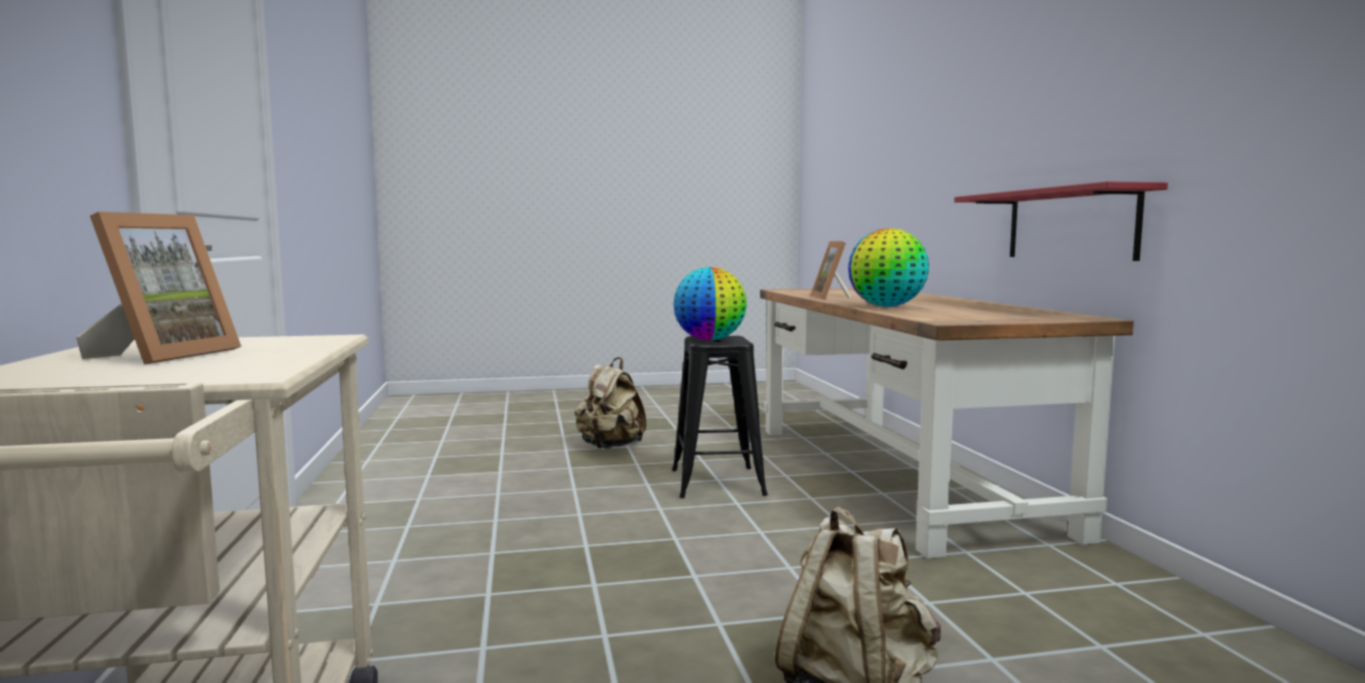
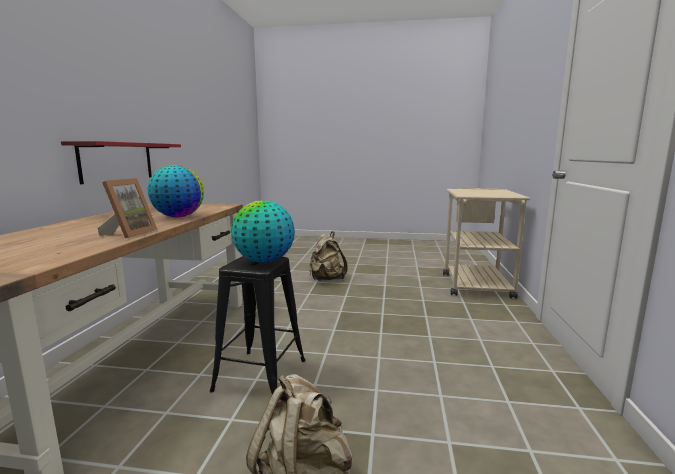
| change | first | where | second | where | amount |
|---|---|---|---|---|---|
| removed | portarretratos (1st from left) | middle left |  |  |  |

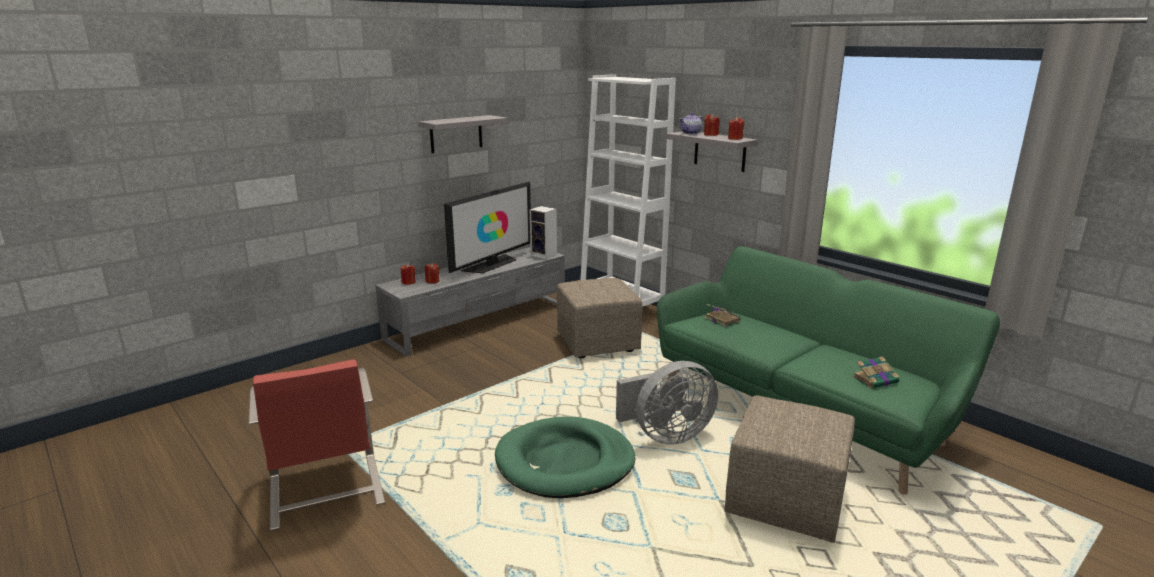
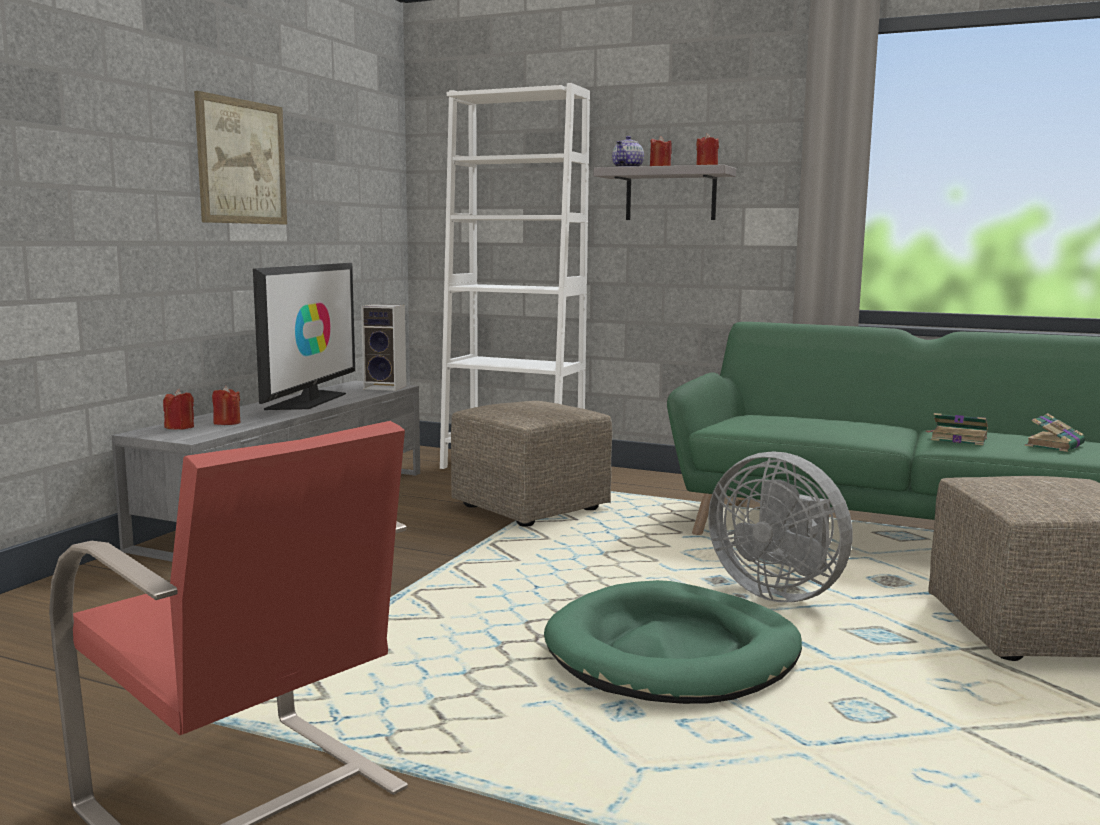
| change | first | where | second | where | amount |
|---|---|---|---|---|---|
| replaced | estante [gris] (1st from left) | top centre | cuadro | top left |  |
| turned | ventilador [gris] | bottom centre |  | middle right | 90 degrees clockwise |
| moved | libro (1st from left) | centre |  | middle right |  |

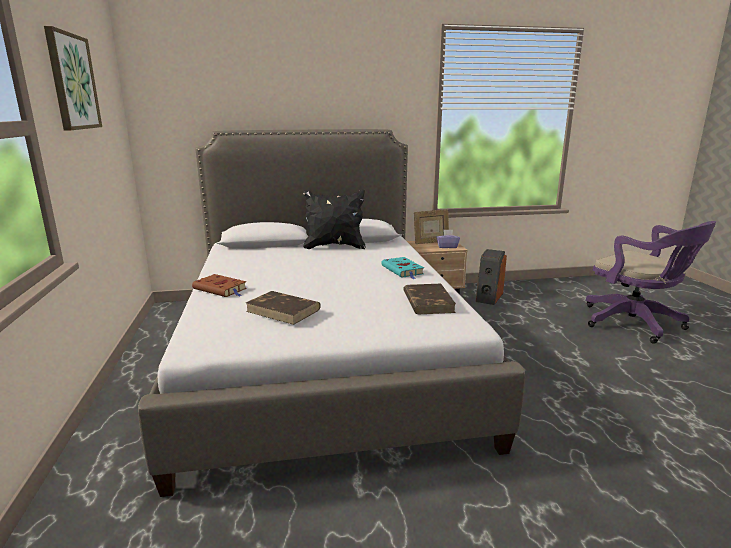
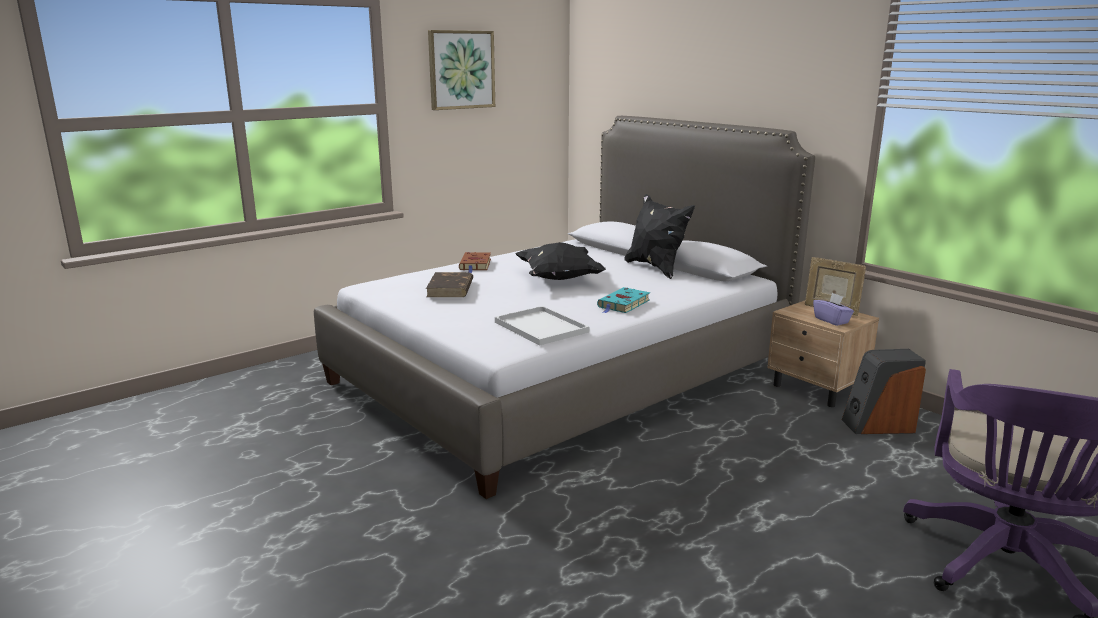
| change | first | where | second | where | amount |
|---|---|---|---|---|---|
| replaced | libro [marrón] (3rd from left) | centre | bandeja [blanco] | centre |  |
| added |  |  | cojín [negro] (1st from left) | centre |  |

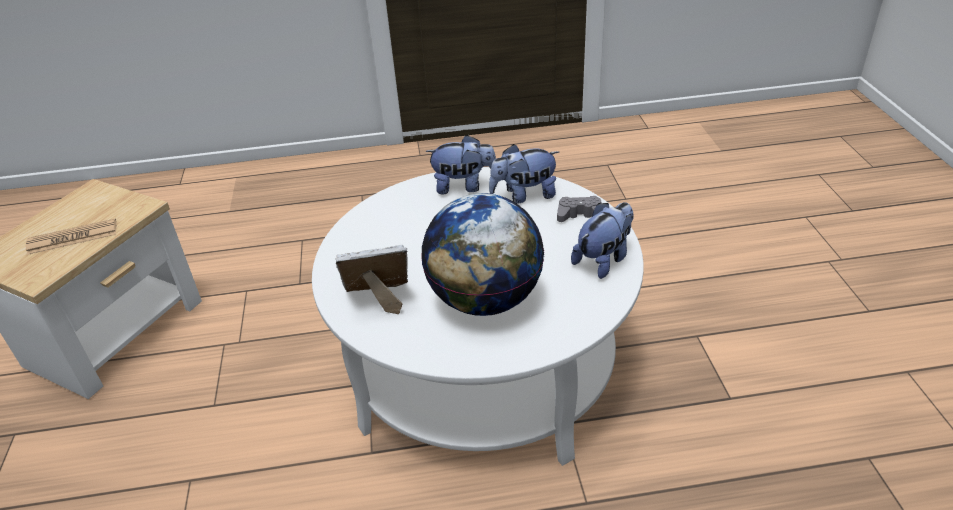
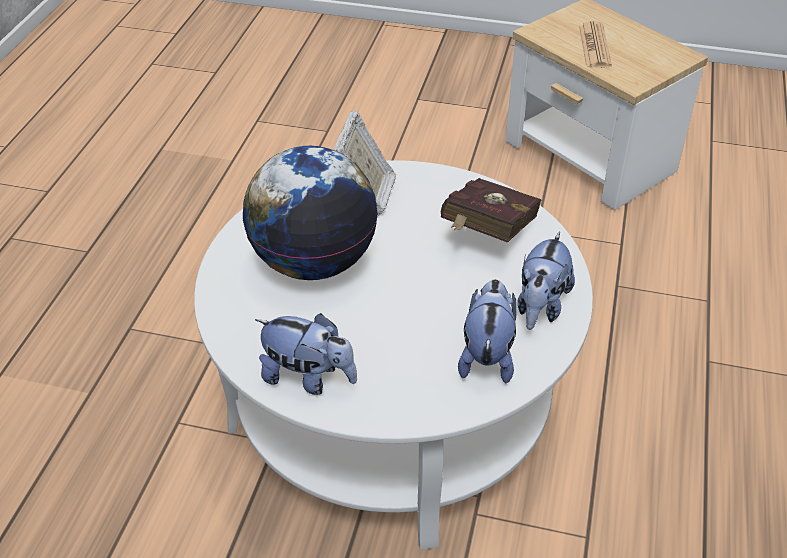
| change | first | where | second | where | amount |
|---|---|---|---|---|---|
| turned | peluche (3rd from left in the first image) | centre | peluche (1st from left) | centre | 45 degrees counterclockwise |
| added |  |  | libro [rojo] | centre |  |
| removed | mando de consola [gris] | centre |  |  |  |

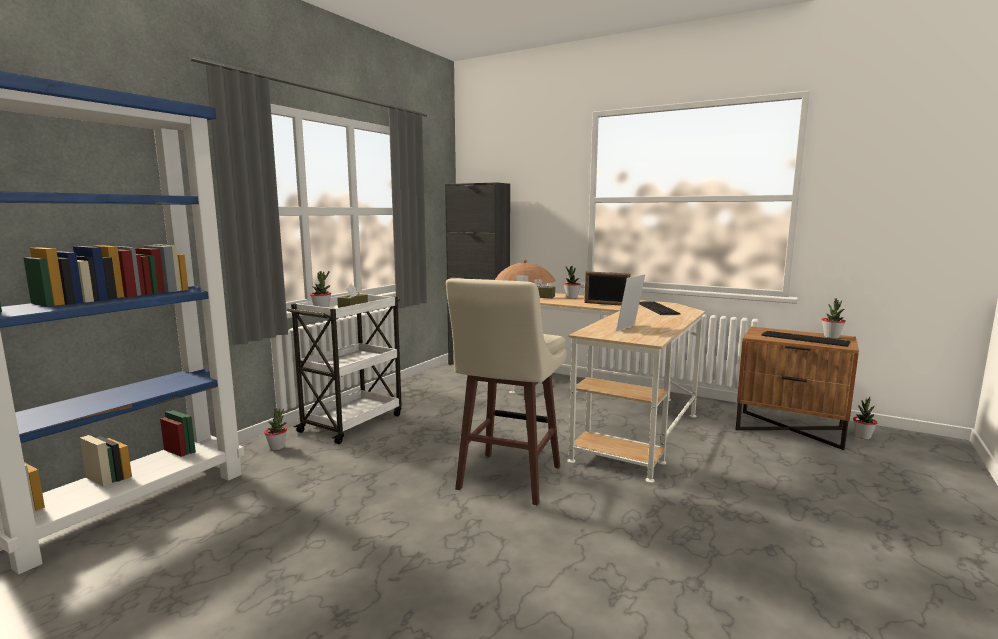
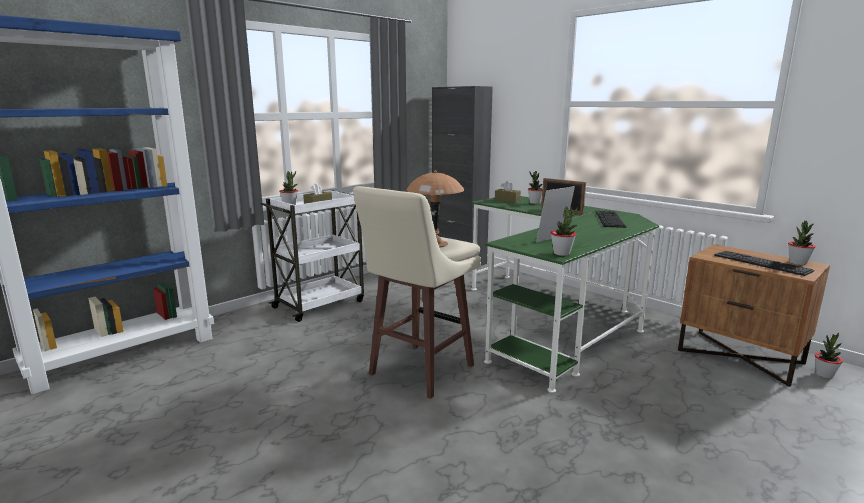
| change | first | where | second | where | amount |
|---|---|---|---|---|---|
| recoloured | escritorio [beis] | centre | escritorio [verde] | centre |  |
| moved | planta en maceta (1st from left in the first image) | bottom left | planta en maceta (3rd from left) | centre |  |

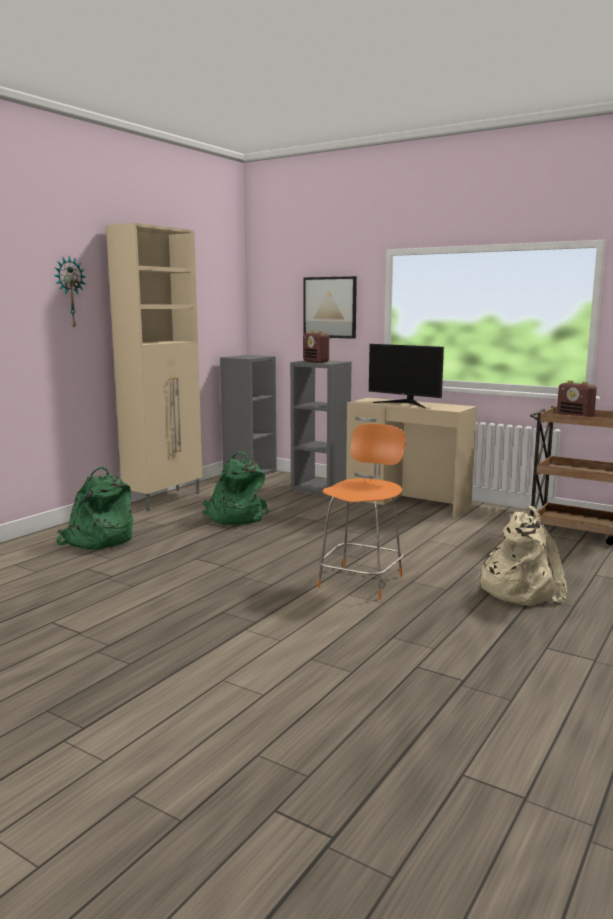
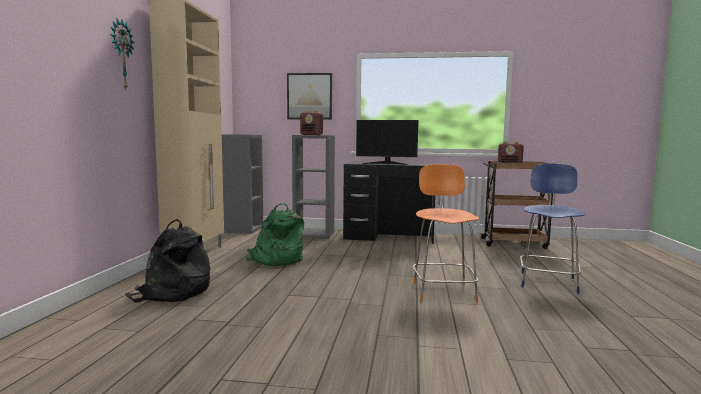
| change | first | where | second | where | amount |
|---|---|---|---|---|---|
| recoloured | mochila [verde] (1st from left) | middle left | mochila [negro] | middle left |  |
| recoloured | escritorio [beis] | middle right | escritorio [negro] | centre |  |
| replaced | mochila [beis] | middle right | silla [azul] | middle right |  |

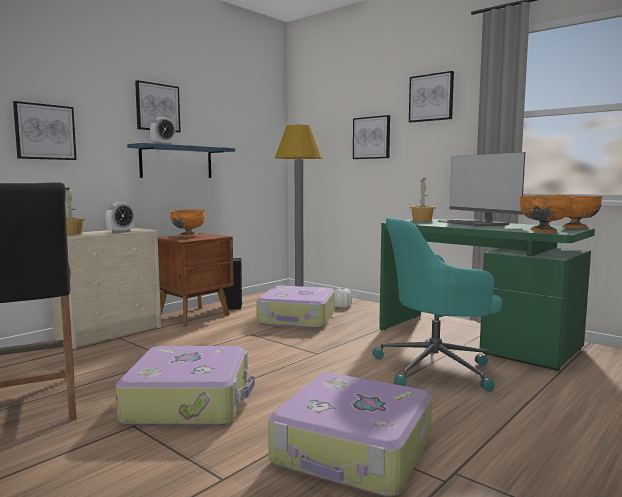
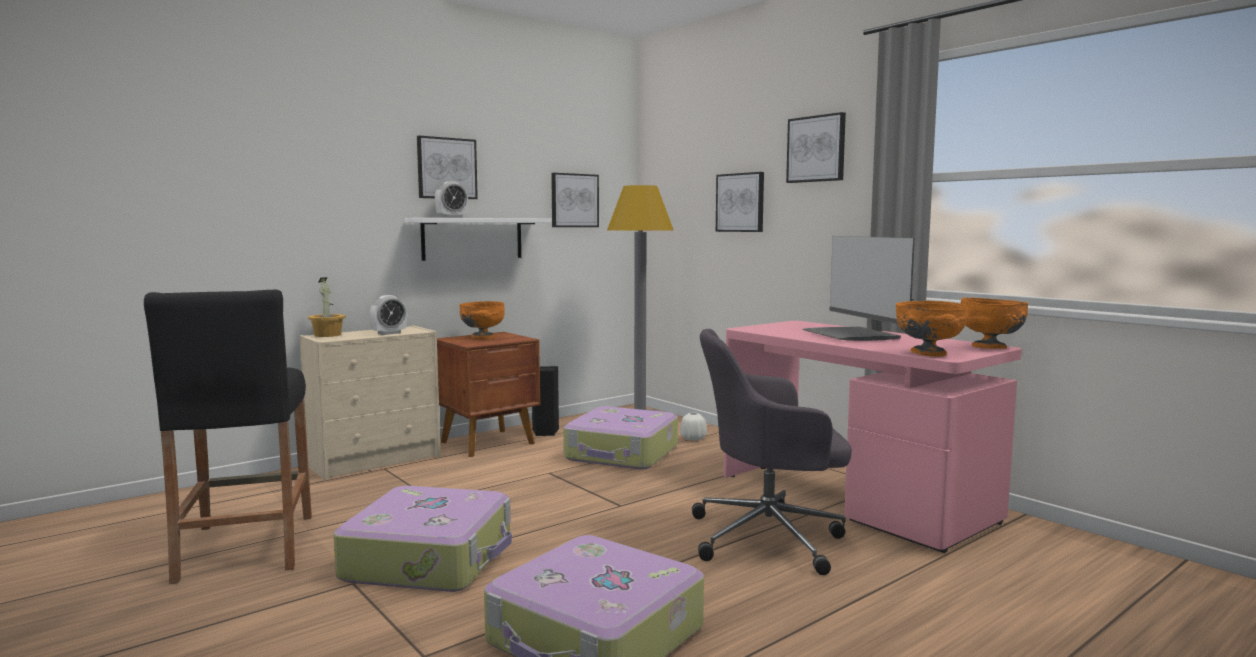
| change | first | where | second | where | amount |
|---|---|---|---|---|---|
| recoloured | estante [azul] | top left | estante [blanco] | centre |  |
| moved | cuadro (1st from left in the first image) | top left | cuadro (2nd from left) | top centre |  |
| recoloured | silla de oficina [turquesa] | middle right | silla de oficina [gris] | bottom centre |  |
| recoloured | escritorio [verde] | middle right | escritorio [rosa] | middle right |  |
| removed | planta en maceta (2nd from left) | middle right |  |  |  |

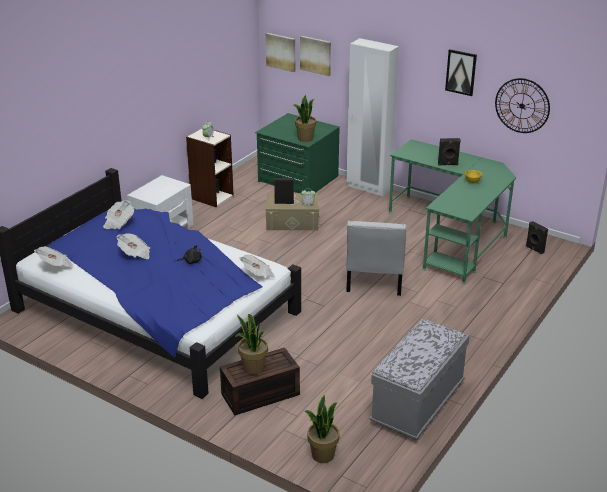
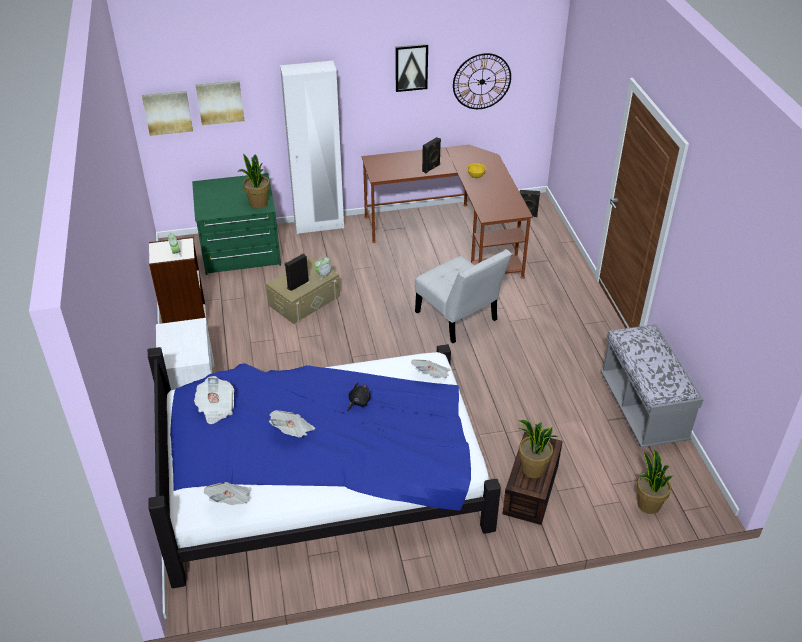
| change | first | where | second | where | amount |
|---|---|---|---|---|---|
| recoloured | escritorio [verde] | middle right | escritorio [marrón] | top centre |  |

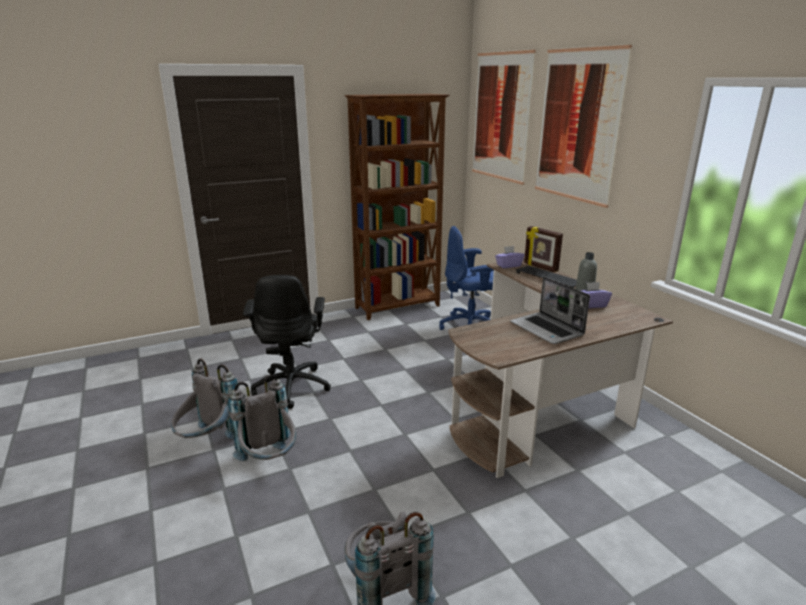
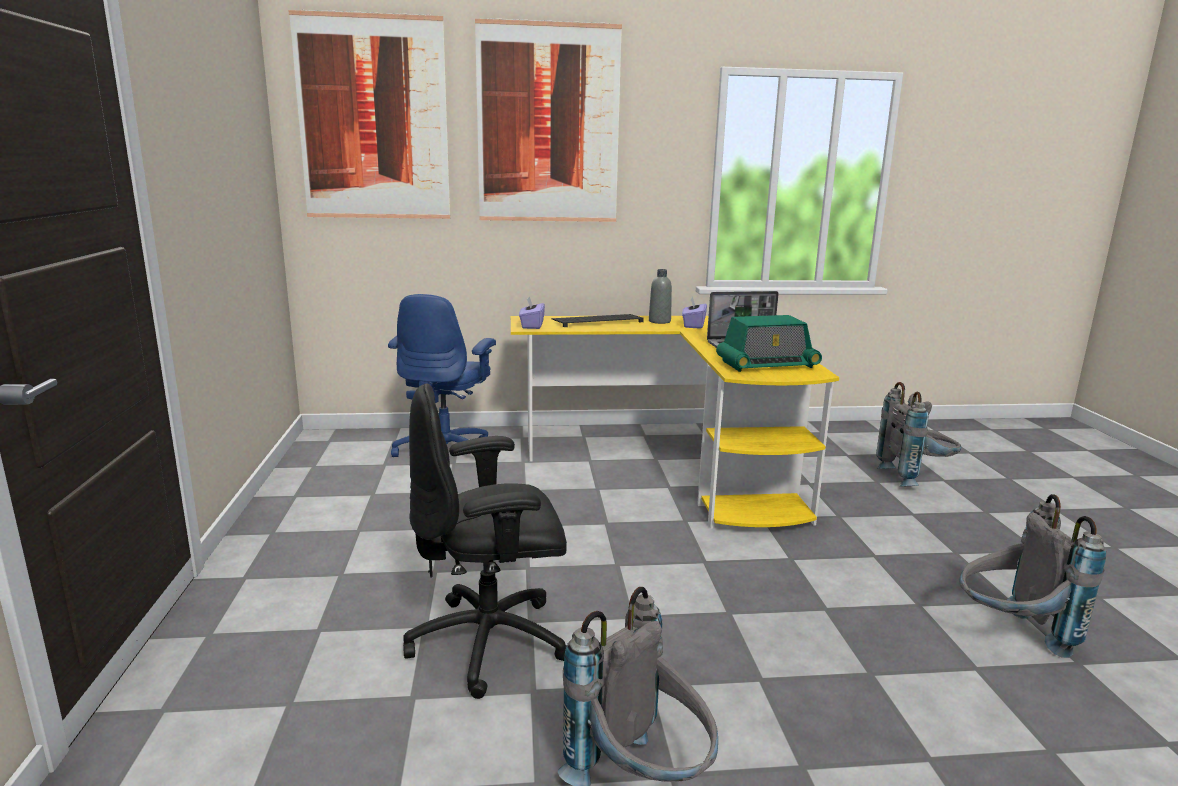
| change | first | where | second | where | amount |
|---|---|---|---|---|---|
| turned | silla de oficina [negro] | centre |  | bottom centre | 150 degrees clockwise |
| recoloured | escritorio [marrón] | middle right | escritorio [amarillo] | centre |  |
| added |  |  | radio | centre |  |
| moved | mochila [gris] (2nd from left) | bottom left |  | middle right |  |
| removed | estantería [marrón] | centre |  |  |  |
| removed | portarretratos | middle right |  |  |  |

